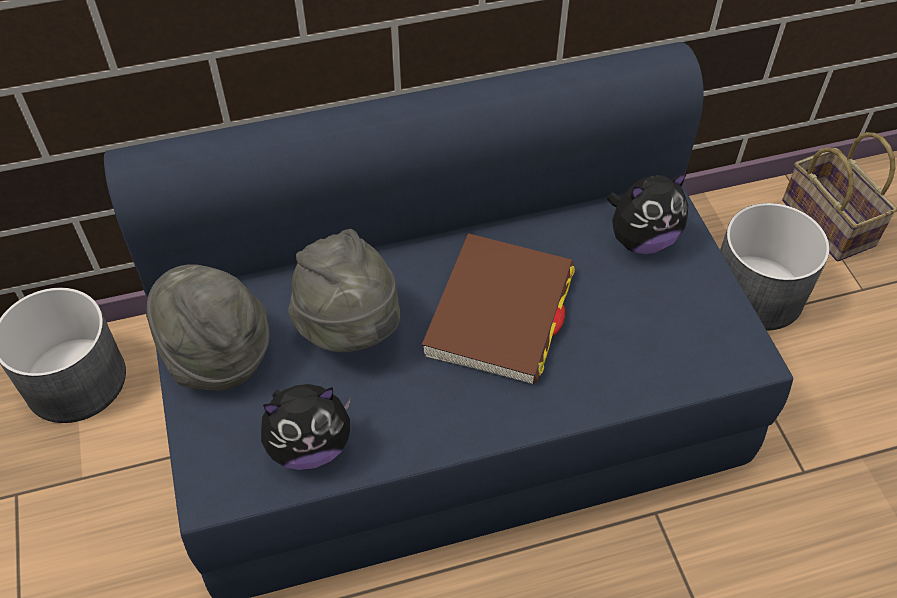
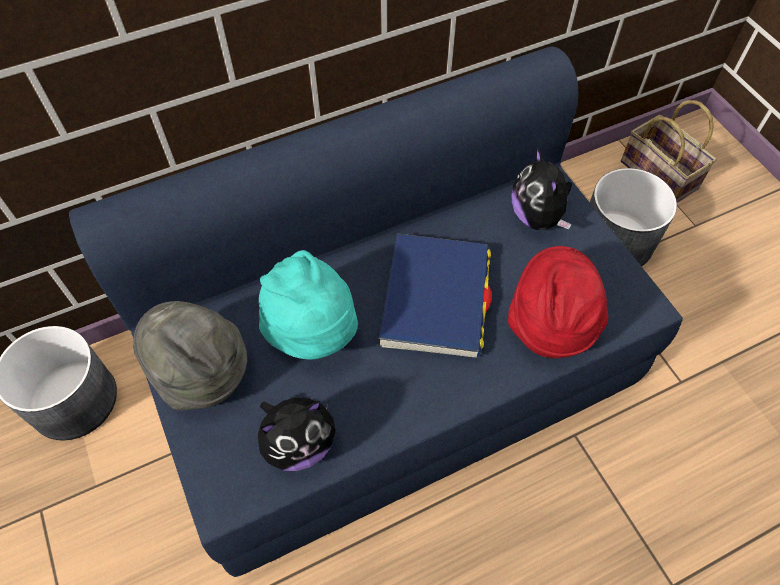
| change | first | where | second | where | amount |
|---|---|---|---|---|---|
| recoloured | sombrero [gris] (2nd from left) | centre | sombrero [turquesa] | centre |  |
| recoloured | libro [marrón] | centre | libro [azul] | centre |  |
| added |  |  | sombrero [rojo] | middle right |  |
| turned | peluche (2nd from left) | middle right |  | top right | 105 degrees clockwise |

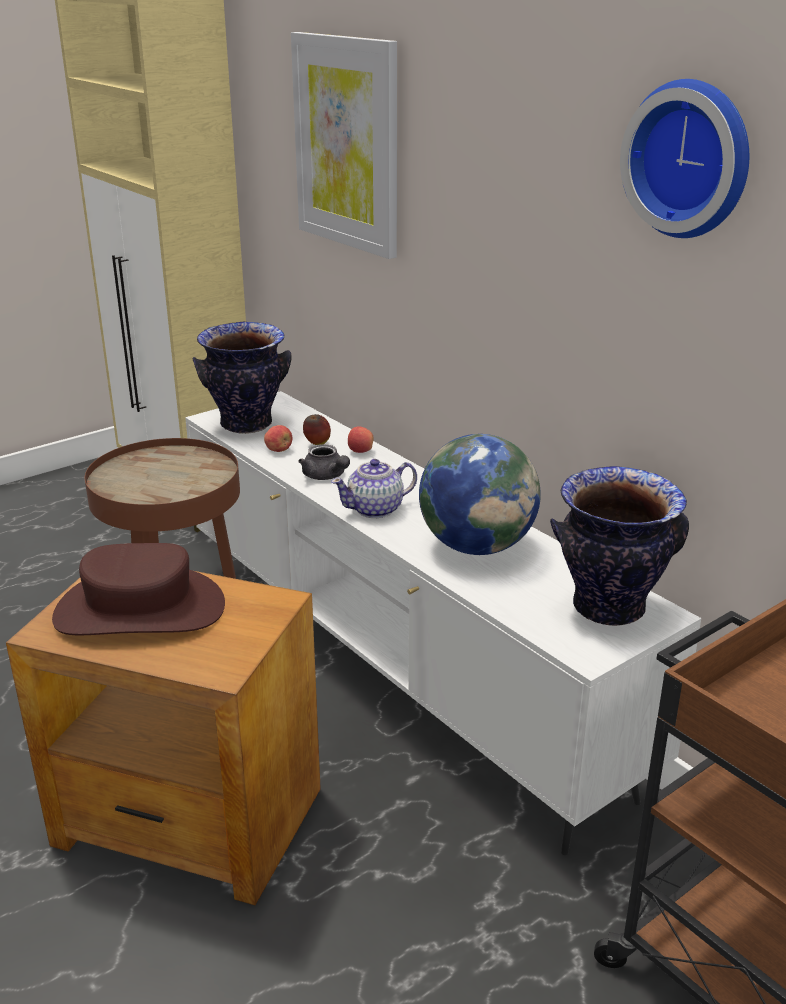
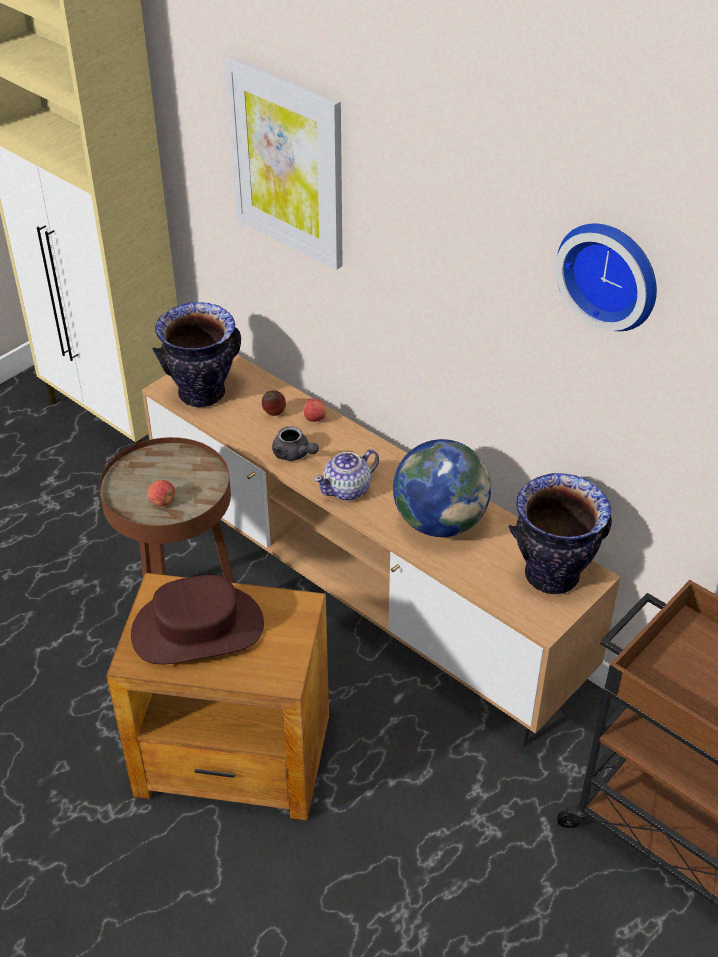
| change | first | where | second | where | amount |
|---|---|---|---|---|---|
| recoloured | mueble de televisión [blanco] | centre | mueble de televisión [marrón] | centre |  |
| moved | manzana (1st from left) | centre |  | middle left |  |

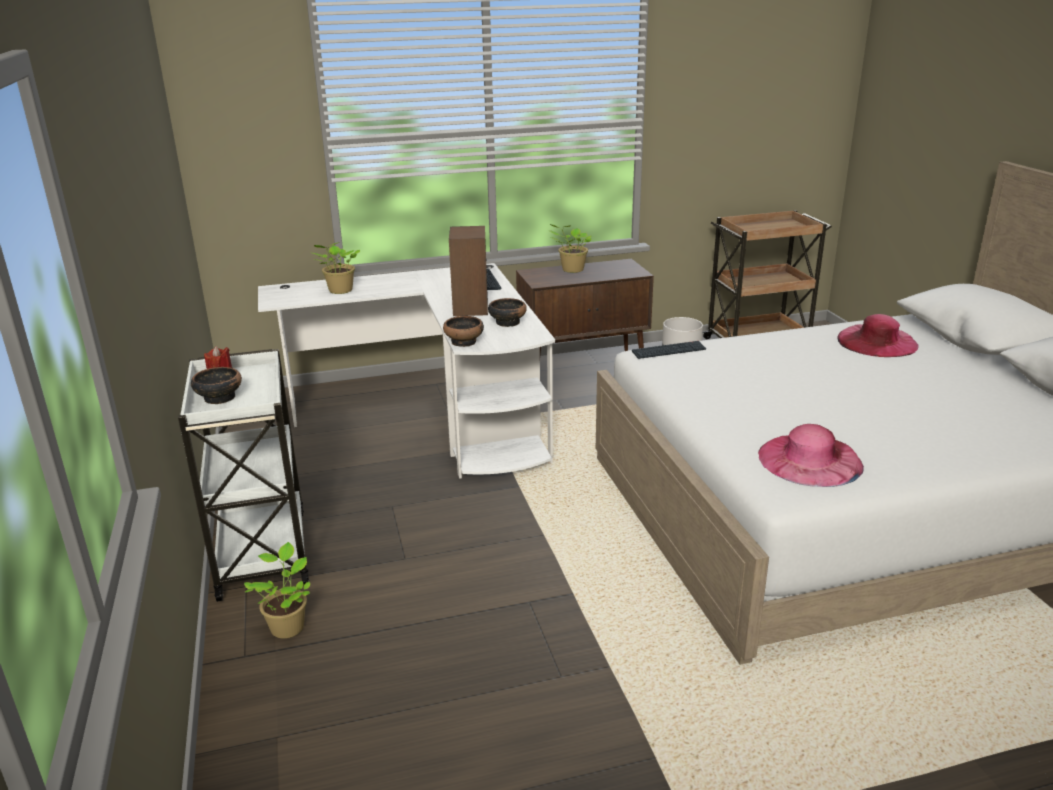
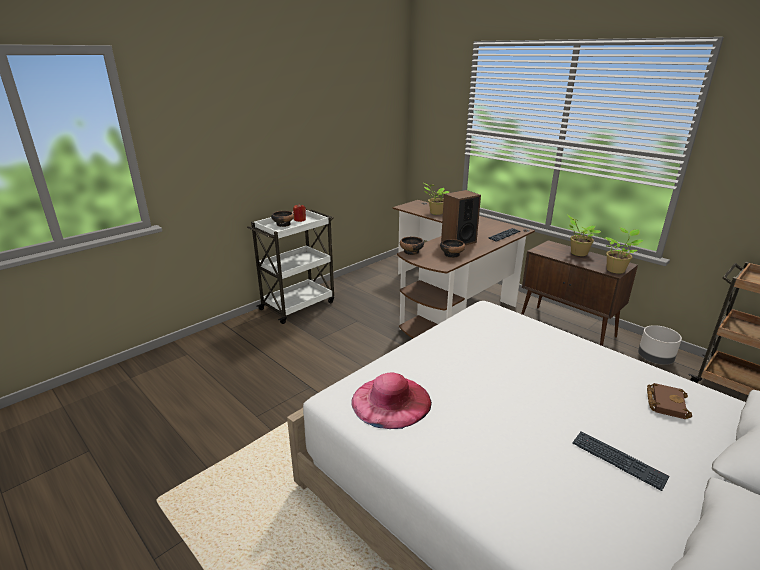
| change | first | where | second | where | amount |
|---|---|---|---|---|---|
| recoloured | escritorio [blanco] | centre | escritorio [marrón] | centre |  |
| moved | teclado (2nd from left) | centre |  | bottom right |  |
| moved | planta en maceta (1st from left in the first image) | bottom left | planta en maceta (3rd from left) | middle right |  |
| replaced | sombrero [rosa] (2nd from left) | middle right | libro [marrón] | bottom right |  |

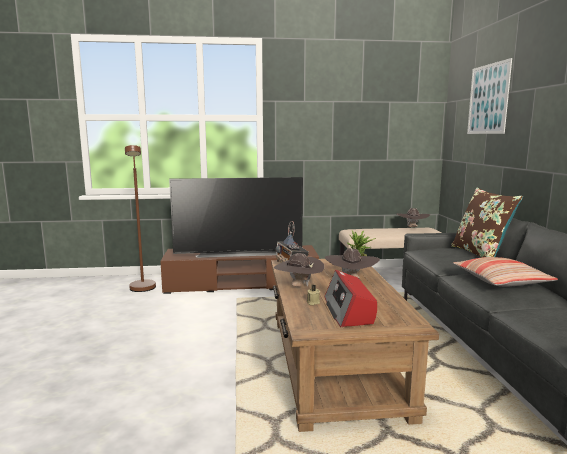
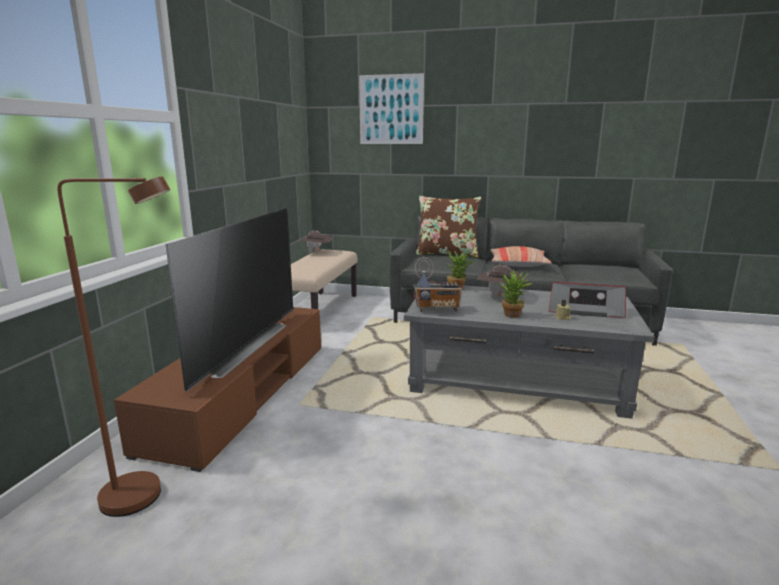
| change | first | where | second | where | amount |
|---|---|---|---|---|---|
| recoloured | mesa de centro [marrón] | bottom centre | mesa de centro [gris] | middle right |  |
| replaced | sombrero [marrón] (1st from left) | centre | planta en maceta (2nd from left) | centre |  |

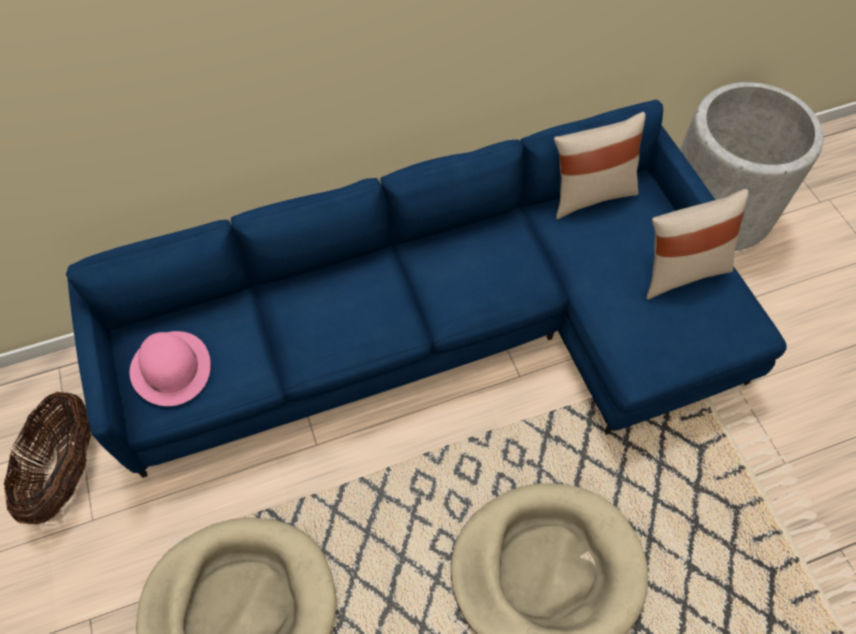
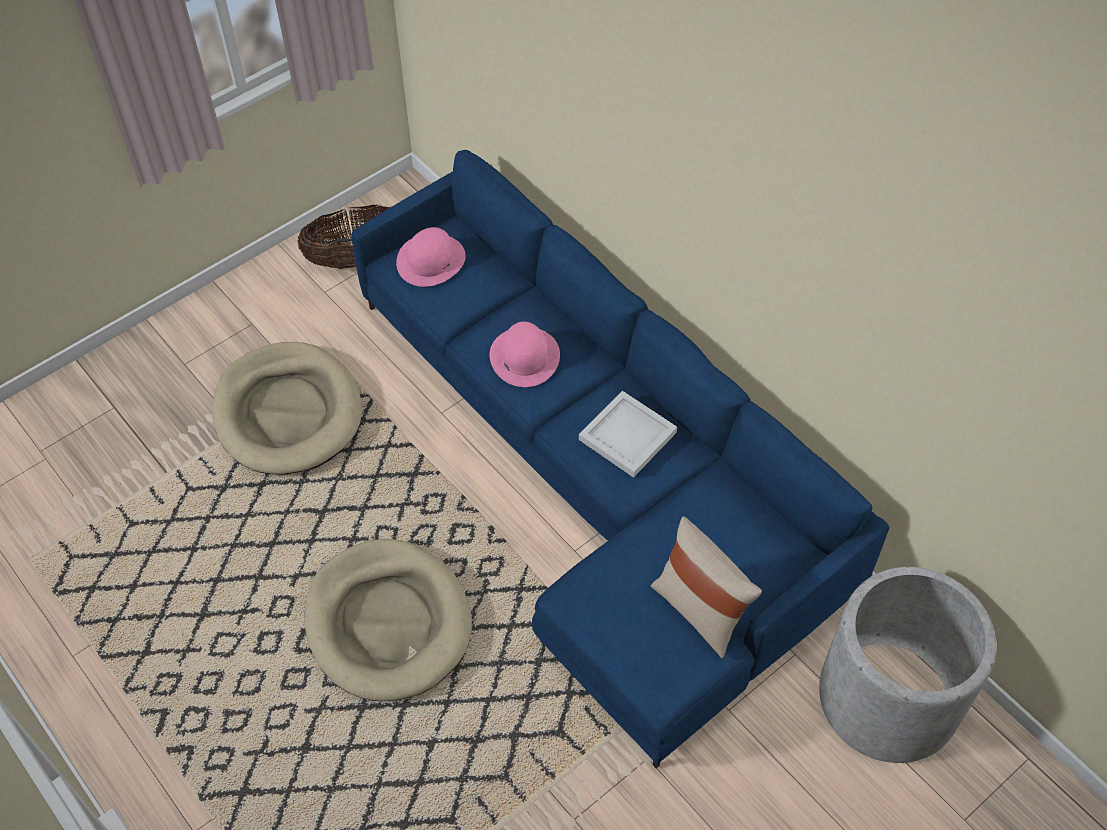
| change | first | where | second | where | amount |
|---|---|---|---|---|---|
| added |  |  | sombrero [rosa] (2nd from left) | centre |  |
| added |  |  | bandeja [blanco] | centre |  |
| removed | cojín [beis] (1st from left) | top right |  |  |  |

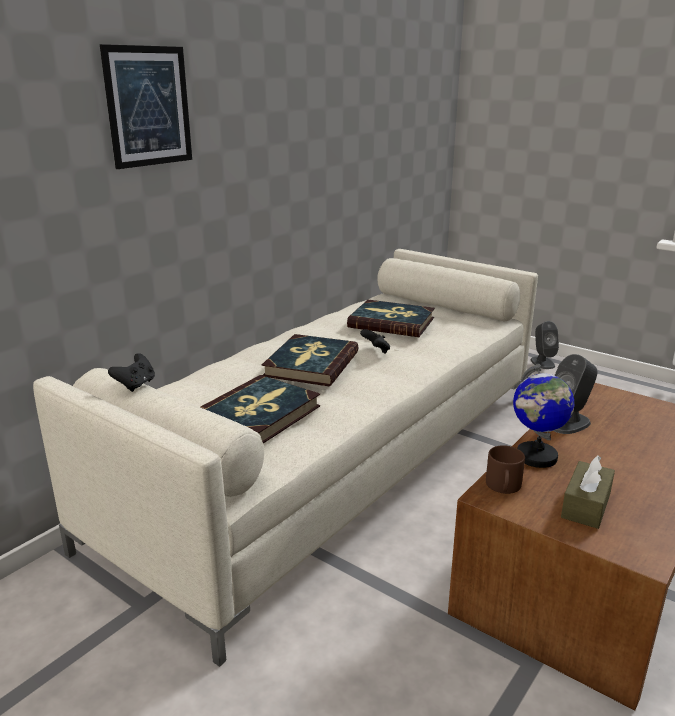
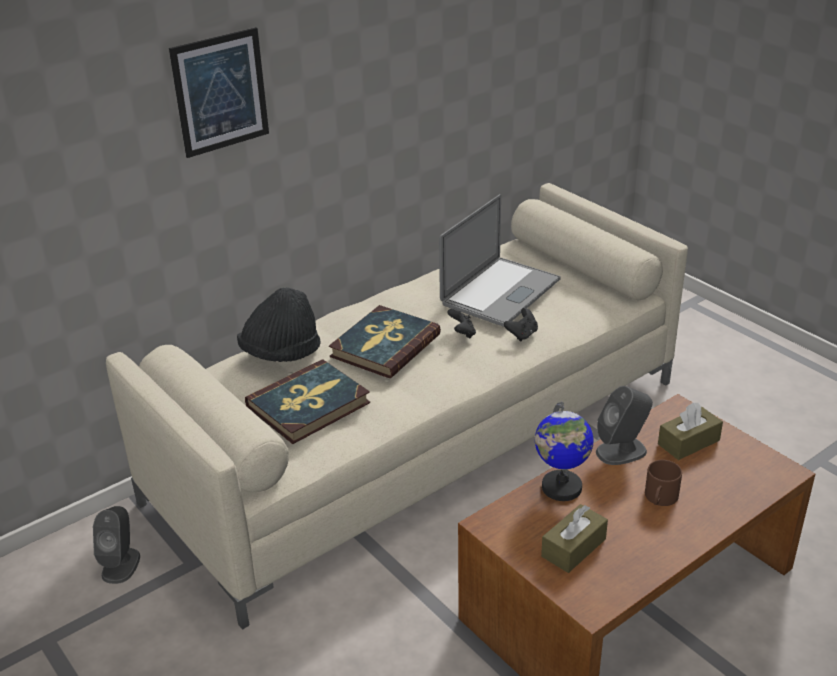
| change | first | where | second | where | amount |
|---|---|---|---|---|---|
| moved | altavoz [gris] (1st from left) | middle right |  | bottom left |  |
| added |  |  | sombrero [negro] | centre |  |
| replaced | libro (3rd from left) | centre | portátil | centre |  |
| moved | mando de consola [negro] (1st from left in the first image) | middle left | mando de consola [negro] (2nd from left) | centre |  |
| moved | taza grande [marrón] | middle right |  | bottom right |  |
| added |  |  | caja de pañuelos [marrón] (2nd from left) | middle right |  |

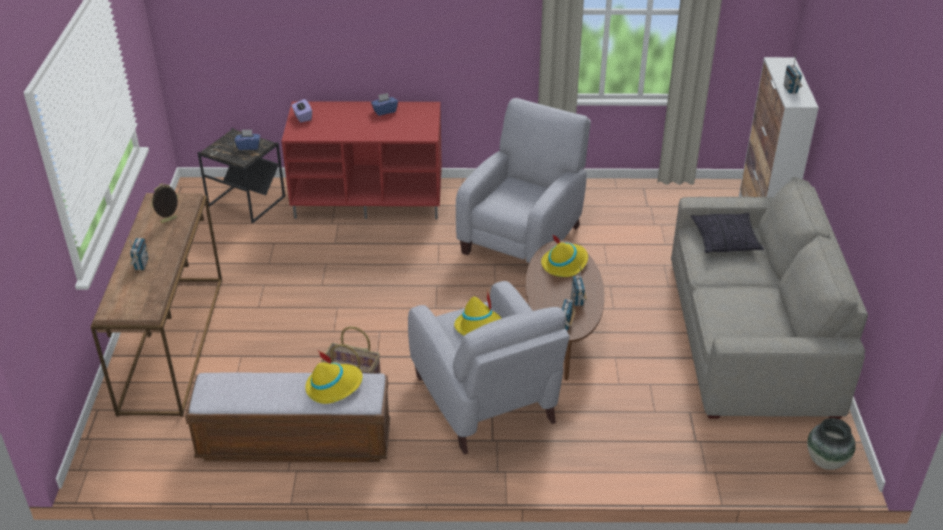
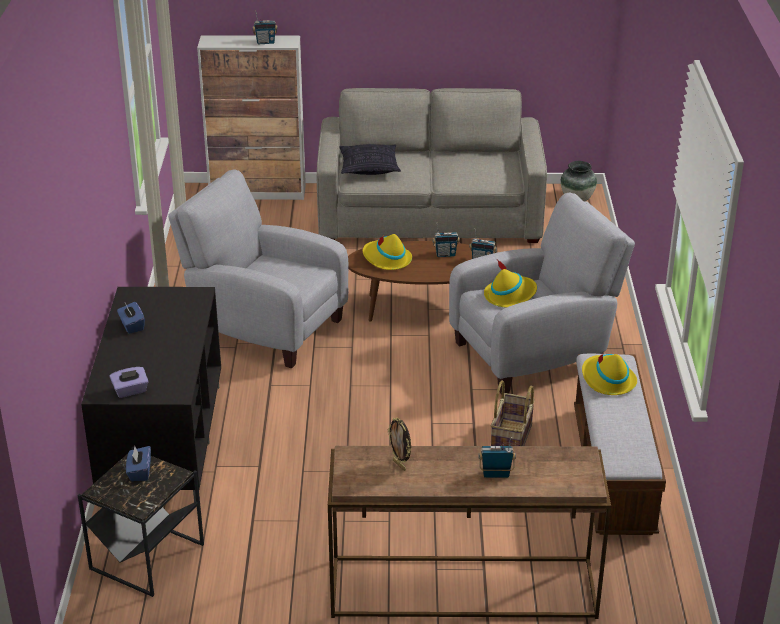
| change | first | where | second | where | amount |
|---|---|---|---|---|---|
| recoloured | mueble de televisión [rojo] | top centre | mueble de televisión [negro] | middle left |  |

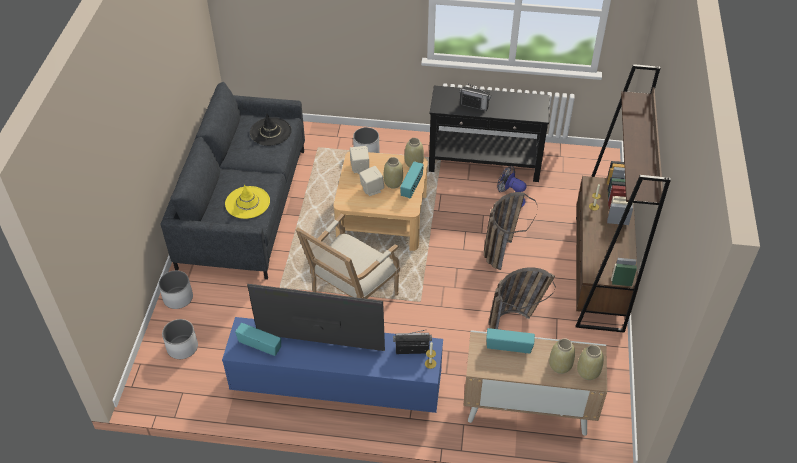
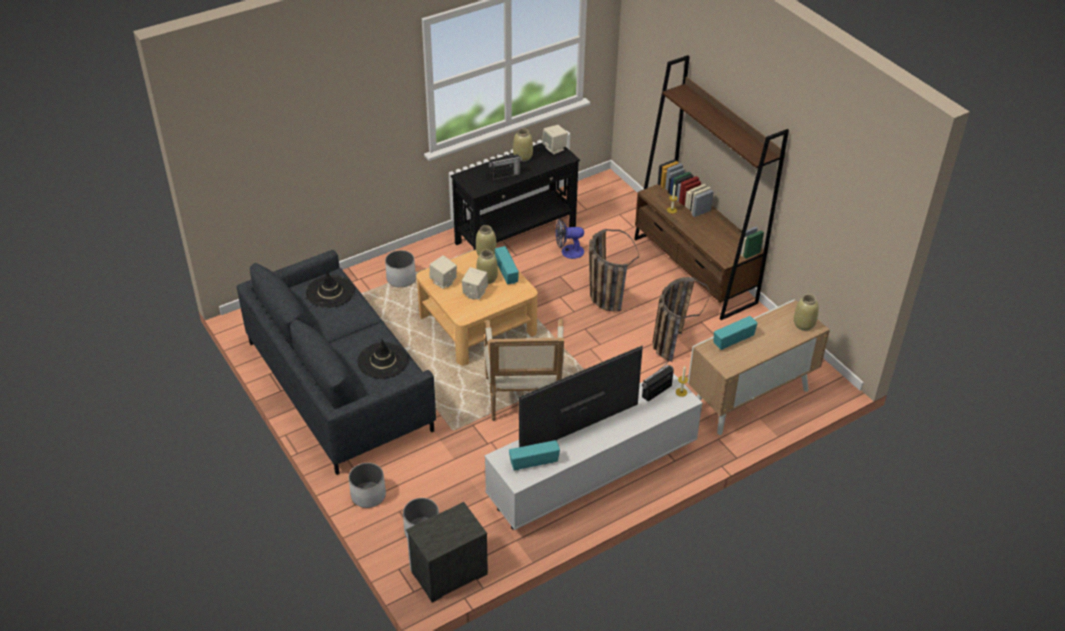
| change | first | where | second | where | amount |
|---|---|---|---|---|---|
| recoloured | sombrero [amarillo] | middle left | sombrero [negro] (2nd from left) | centre |  |
| added |  |  | mesita de noche | bottom centre |  |
| recoloured | mueble de televisión [azul] | bottom centre | mueble de televisión [blanco] | bottom centre |  |
| moved | florero [beis] (3rd from left) | bottom right |  | top centre |  |
| added |  |  | altavoz [beis] (3rd from left) | top centre |  |

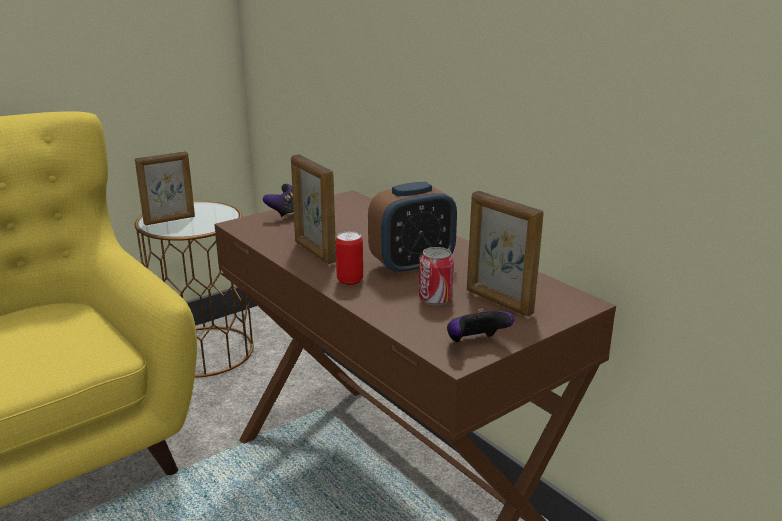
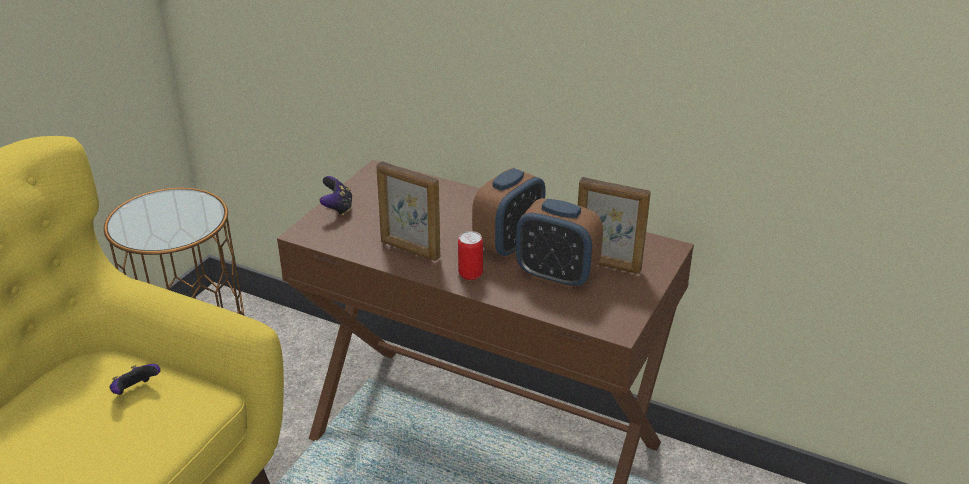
| change | first | where | second | where | amount |
|---|---|---|---|---|---|
| moved | mando de consola (2nd from left in the first image) | centre | mando de consola (1st from left) | bottom left |  |
| replaced | lata (2nd from left) | centre | despertador (2nd from left) | centre |  |
| removed | portarretratos (1st from left) | middle left |  |  |  |

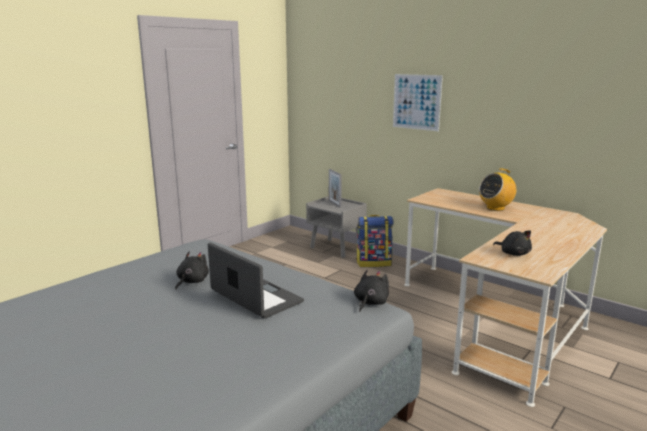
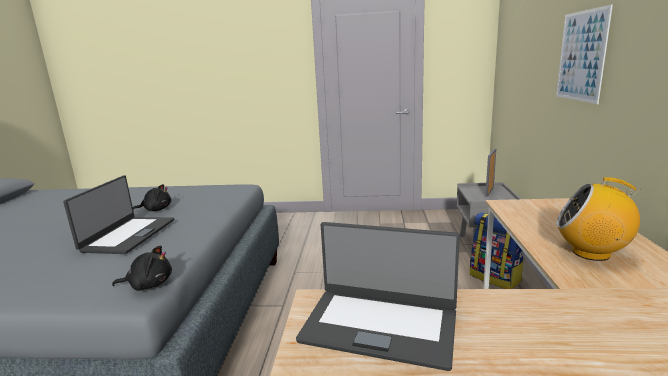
| change | first | where | second | where | amount |
|---|---|---|---|---|---|
| replaced | peluche [negro] (3rd from left) | middle right | portátil (2nd from left) | bottom centre |  |

